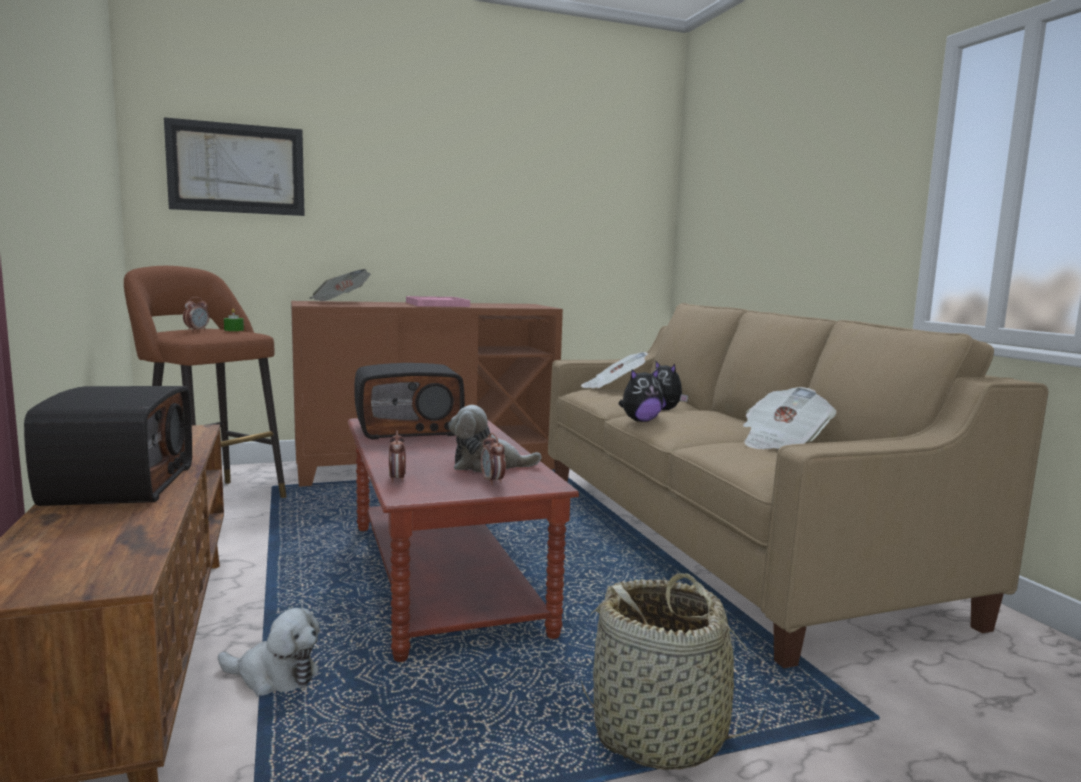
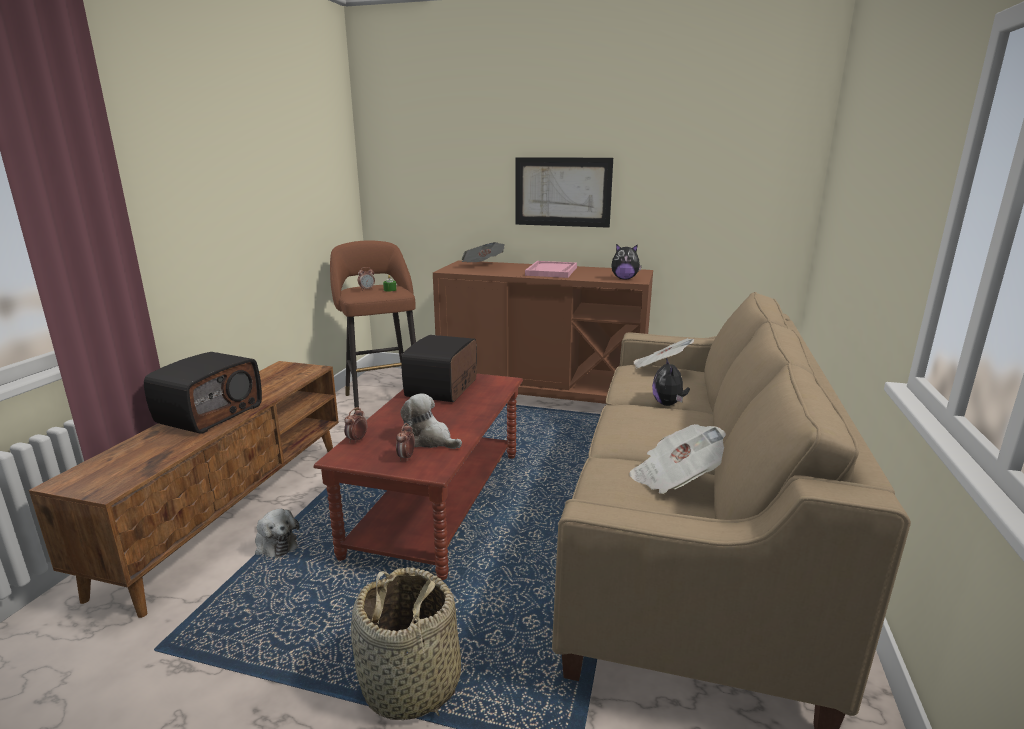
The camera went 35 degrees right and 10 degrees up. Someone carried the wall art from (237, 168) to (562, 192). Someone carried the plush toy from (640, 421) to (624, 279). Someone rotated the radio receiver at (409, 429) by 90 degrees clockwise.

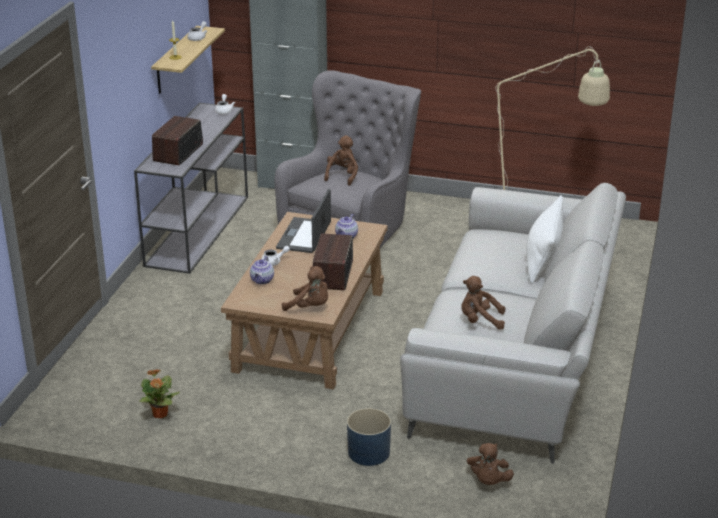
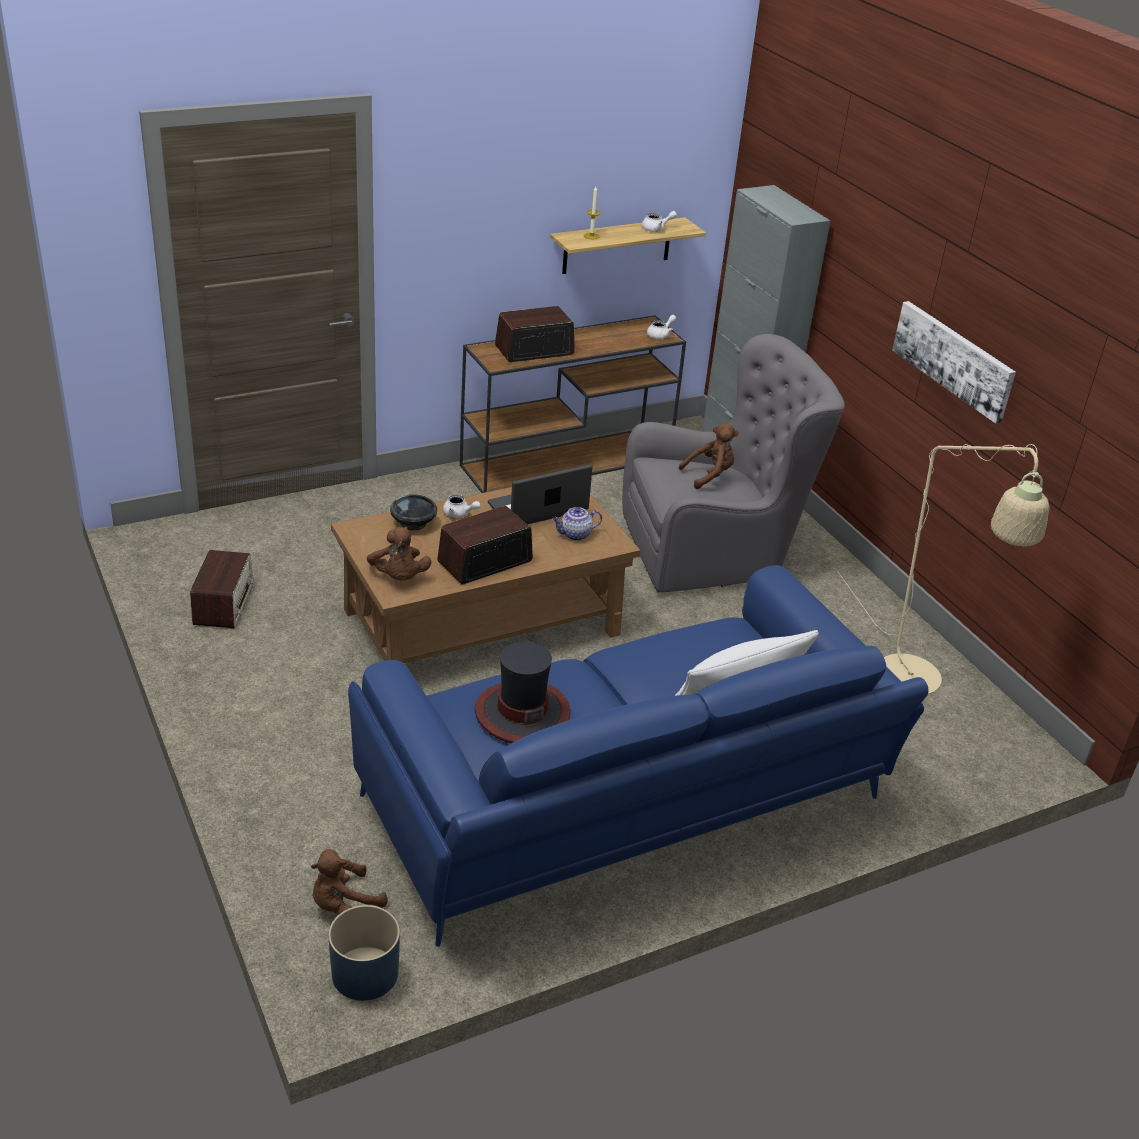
The camera went 45 degrees right and 5 degrees up. Someone put up the wall art at (954, 359). Someone carried the bluish plant pot from (369, 453) to (364, 974). Someone swapped the houseplant at (160, 414) for the radio receiver at (224, 603). Someone swapped the pot for tea at (262, 280) for the black-coloured serving bowl at (413, 523). Someone swapped the brownish plush toy at (480, 321) for the clothing hat at (521, 713). Someone repainted the greyish hall table at (198, 229), which became the brownish hall table at (568, 461). Someone repainted the greyish couch at (517, 355), which became the bluish couch at (626, 803).

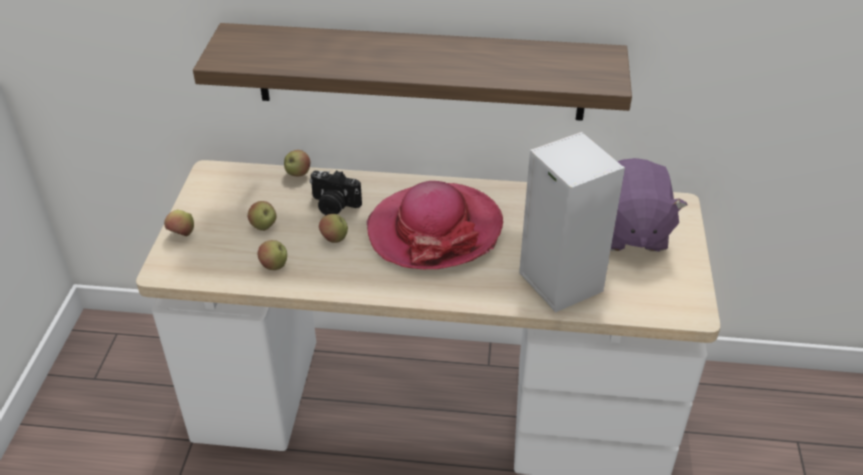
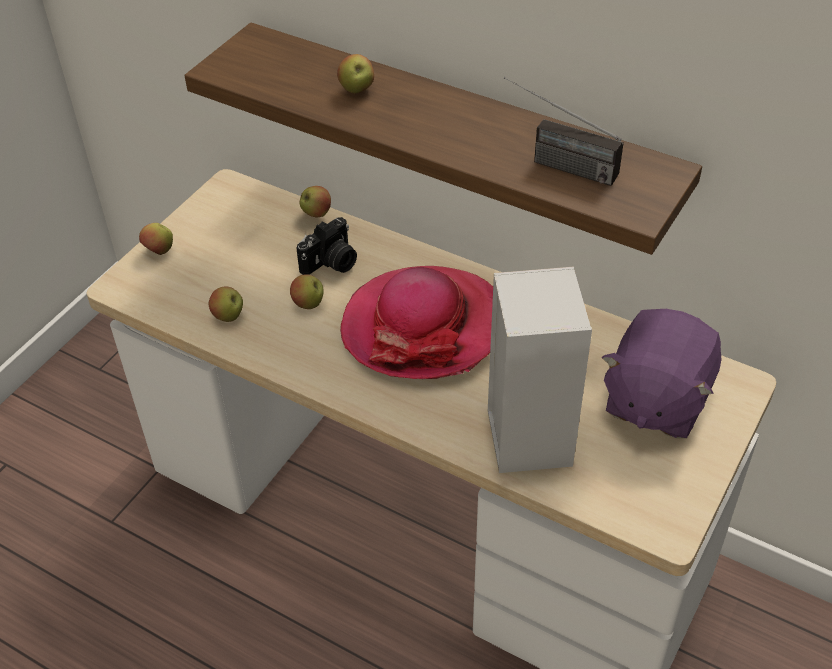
The camera went 25 degrees right and 5 degrees up. Someone put down the radio receiver at (554, 163). Someone carried the apple fruit from (264, 226) to (357, 89). Someone rotated the still camera at (333, 206) by 90 degrees counterclockwise.

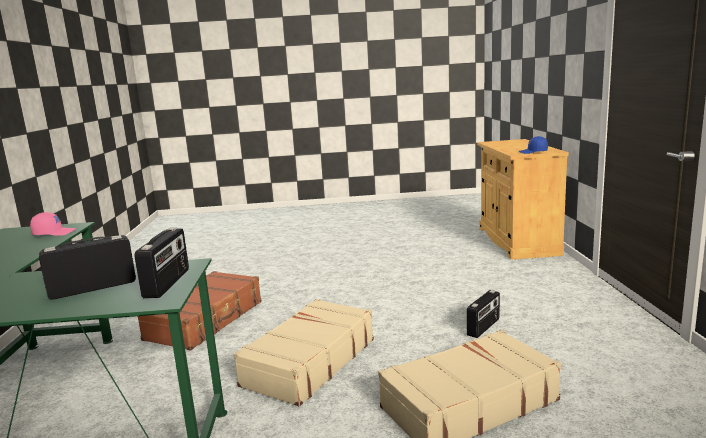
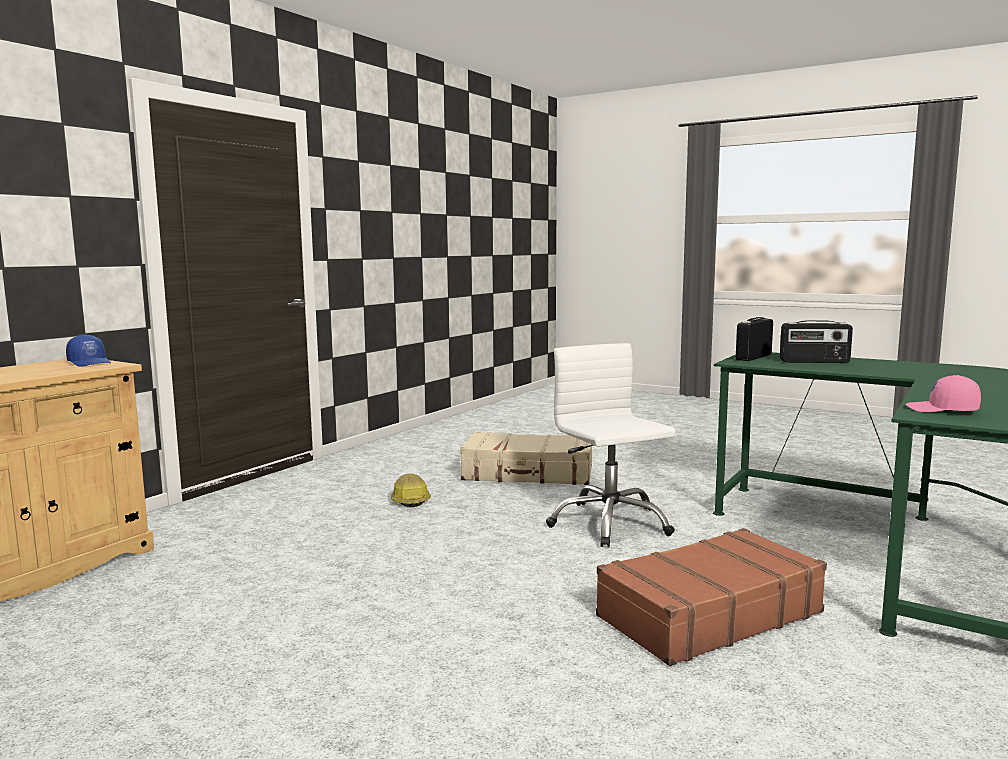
The camera went 145 degrees left and 5 degrees down. Someone swapped the sand-coloured suitcase at (309, 362) for the white-coloured computer chair at (609, 523). Someone swapped the radio receiver at (484, 327) for the safety helmet at (409, 500).

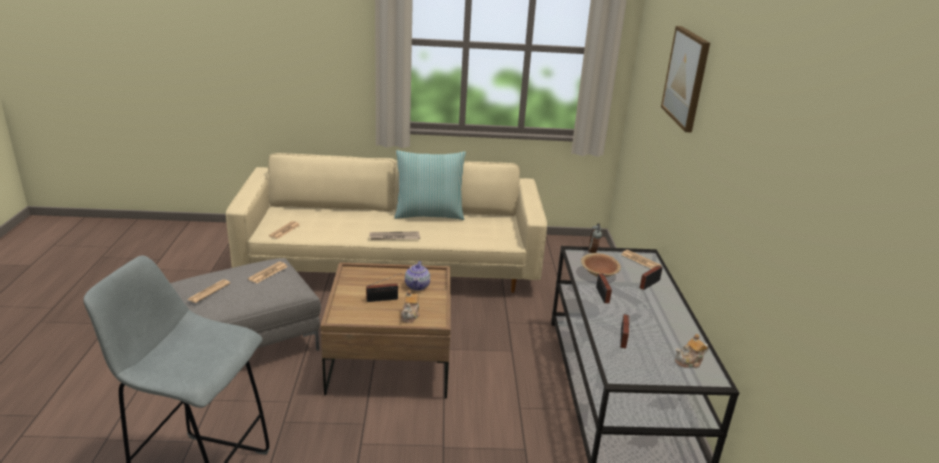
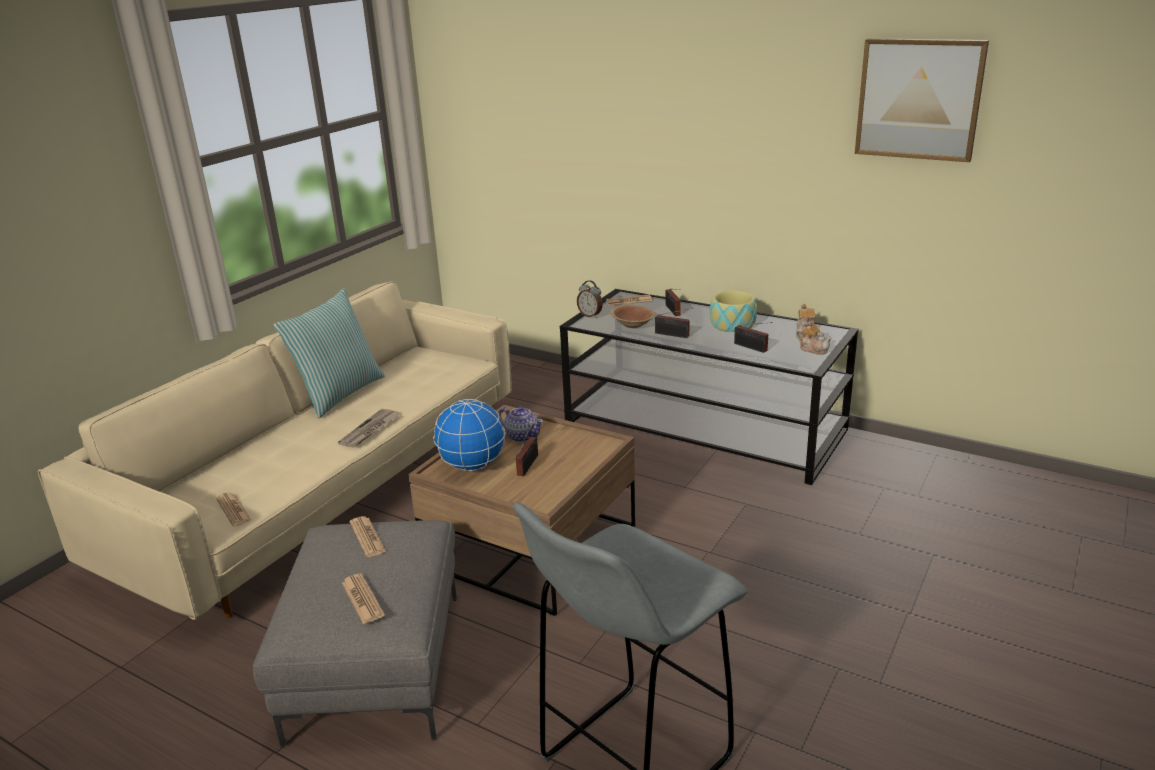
The camera went 55 degrees left and 0 degrees up. Someone put down the globe at (473, 465). Someone put down the serving bowl at (732, 324). Someone carried the pot for tea from (410, 315) to (813, 349). Someone carried the wall art from (686, 77) to (919, 99).

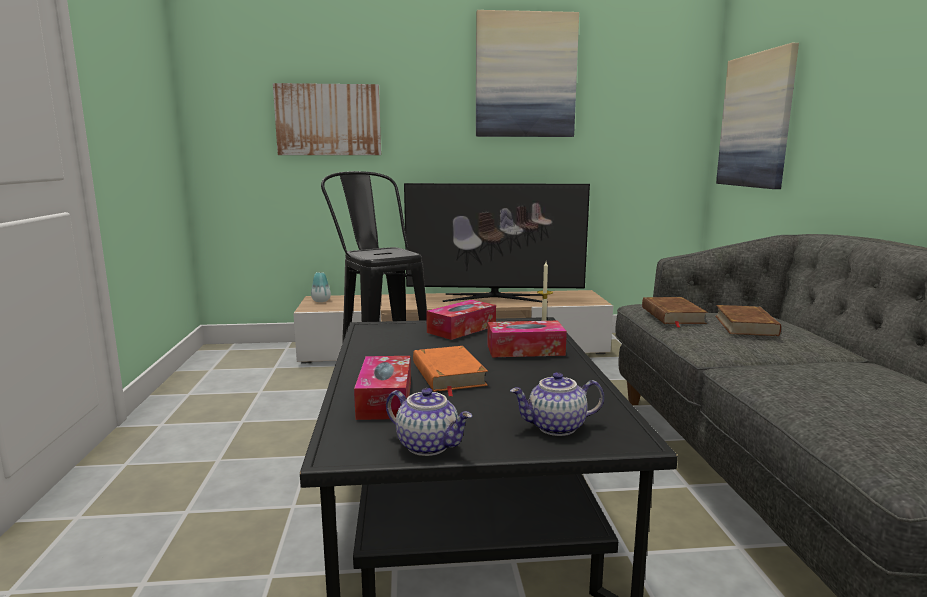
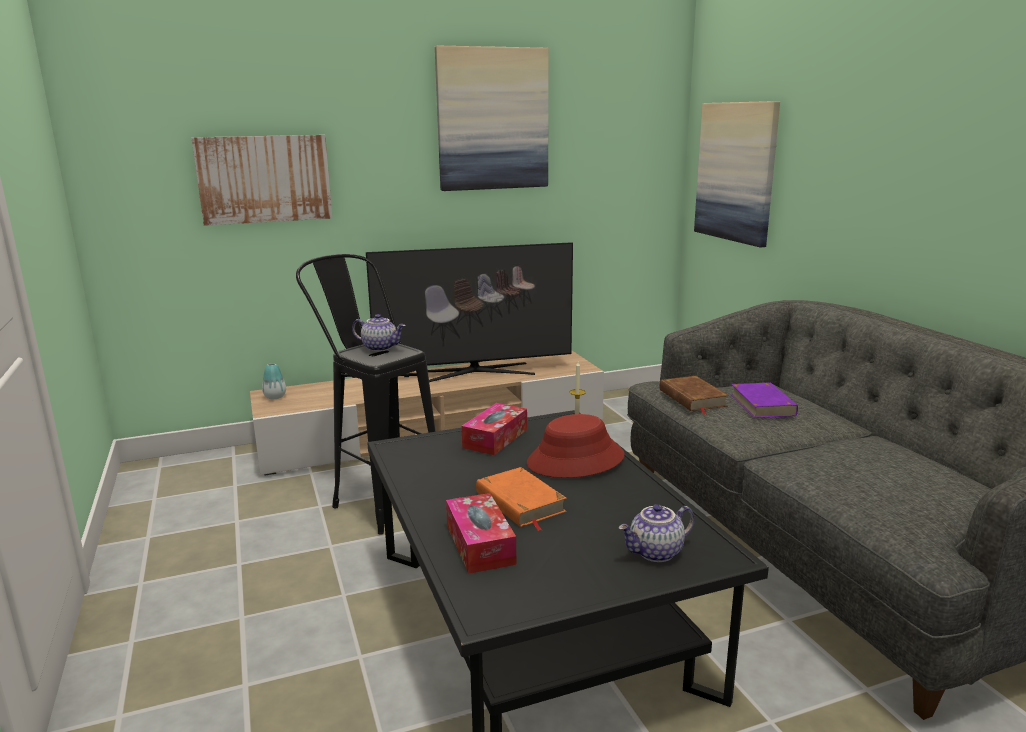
The camera went 15 degrees left and 5 degrees up. Someone carried the pot for tea from (429, 445) to (380, 348). Someone swapped the tissue holder at (525, 350) for the red clothing hat at (575, 460). Someone repainted the brownish book at (746, 325), which became the purple book at (762, 405).

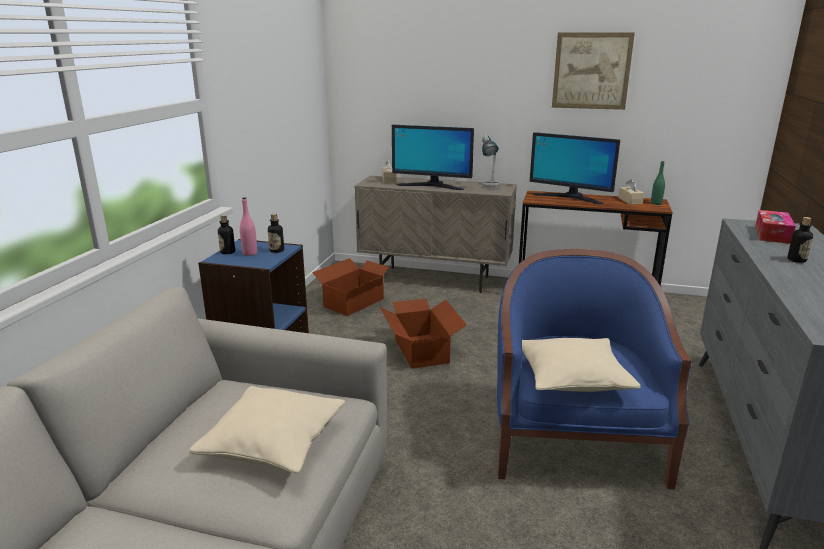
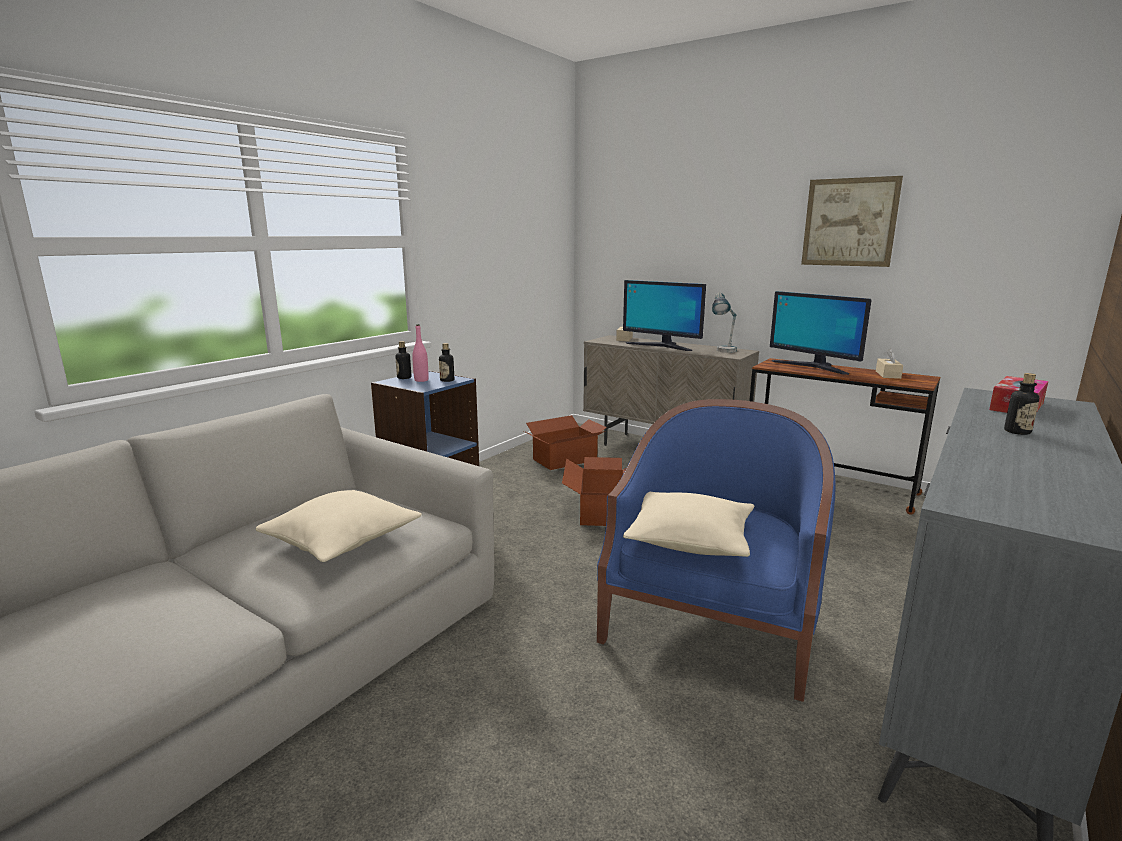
The camera went 20 degrees right and 5 degrees down. Someone took away the green bottle at (656, 203).

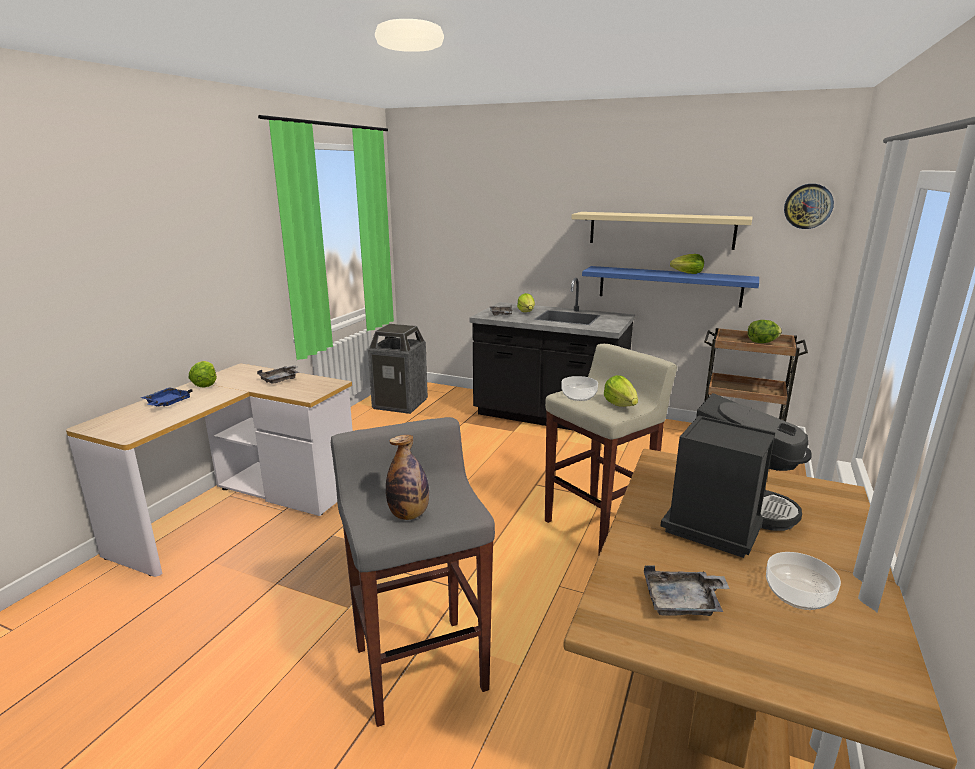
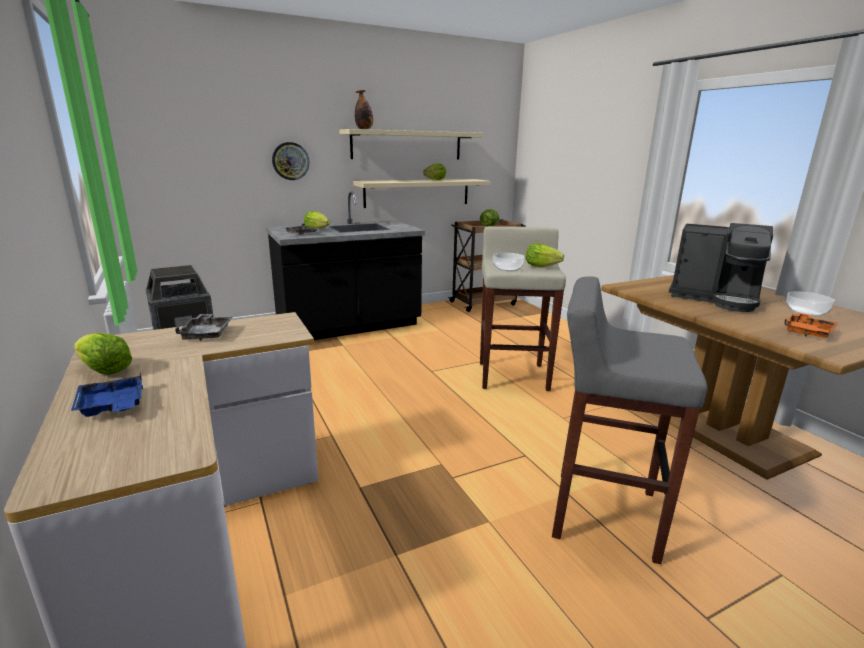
The camera went 50 degrees left and 0 degrees up. Someone carried the bottle from (409, 514) to (364, 129). Someone carried the clock on the wall from (808, 206) to (290, 161). Someone repainted the bluish bracket shelf at (669, 286), which became the sand-coloured bracket shelf at (417, 192). Someone repainted the greyish serving tray at (683, 602), which became the orange-coloured serving tray at (808, 332). Someone rotated the coffee brewer at (725, 518) by 135 degrees clockwise.

